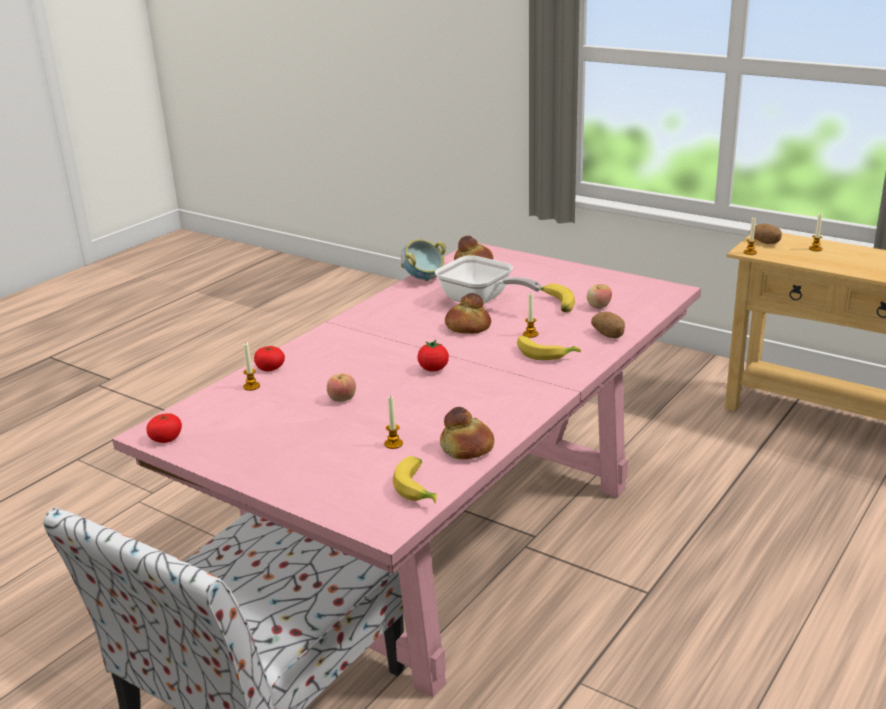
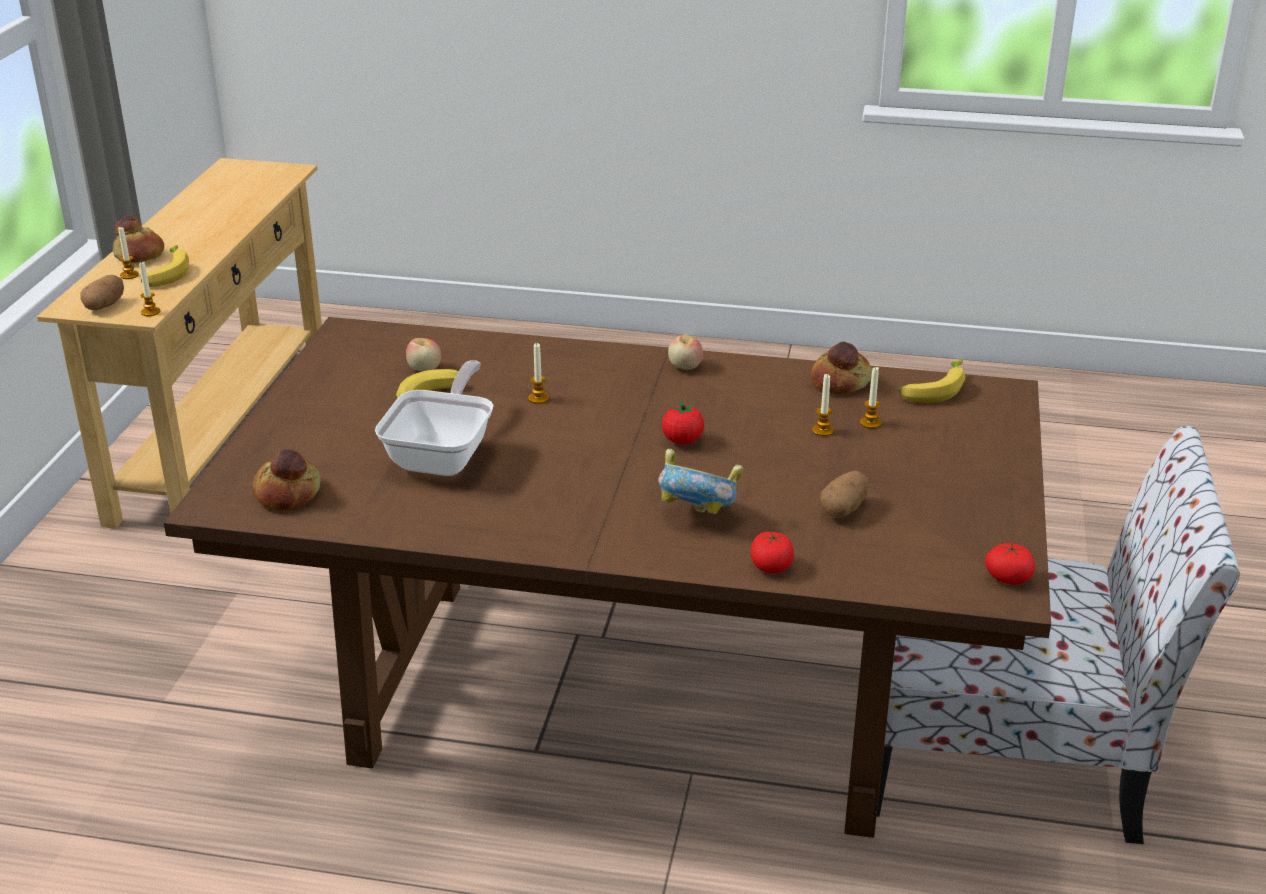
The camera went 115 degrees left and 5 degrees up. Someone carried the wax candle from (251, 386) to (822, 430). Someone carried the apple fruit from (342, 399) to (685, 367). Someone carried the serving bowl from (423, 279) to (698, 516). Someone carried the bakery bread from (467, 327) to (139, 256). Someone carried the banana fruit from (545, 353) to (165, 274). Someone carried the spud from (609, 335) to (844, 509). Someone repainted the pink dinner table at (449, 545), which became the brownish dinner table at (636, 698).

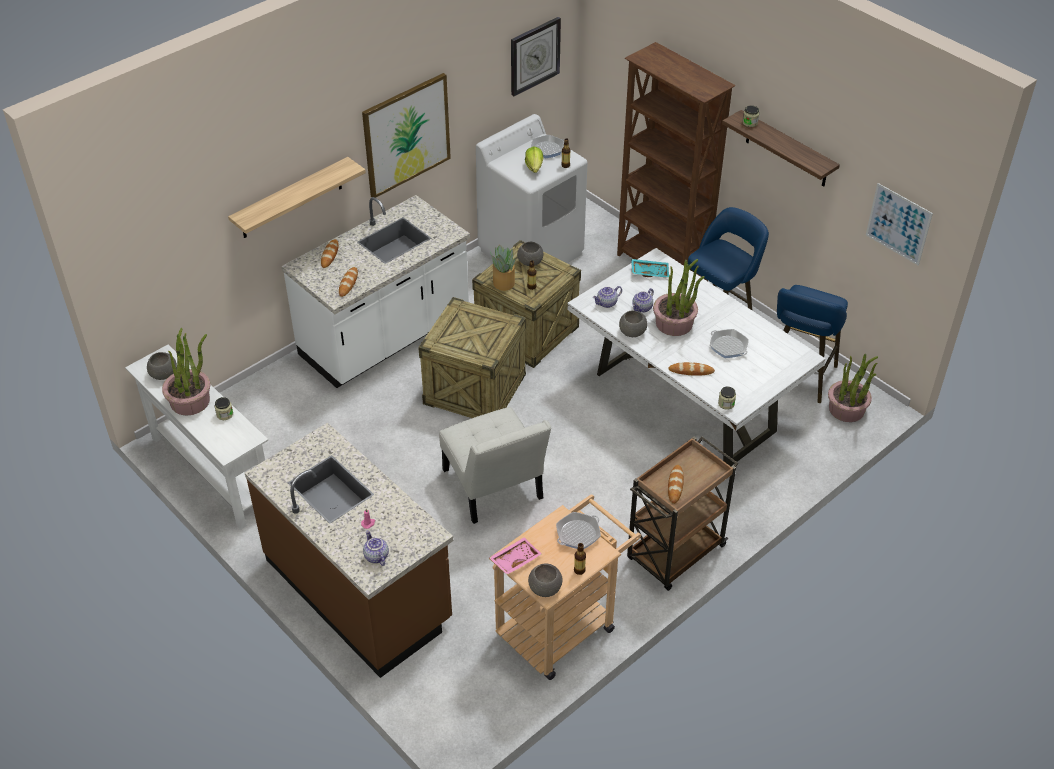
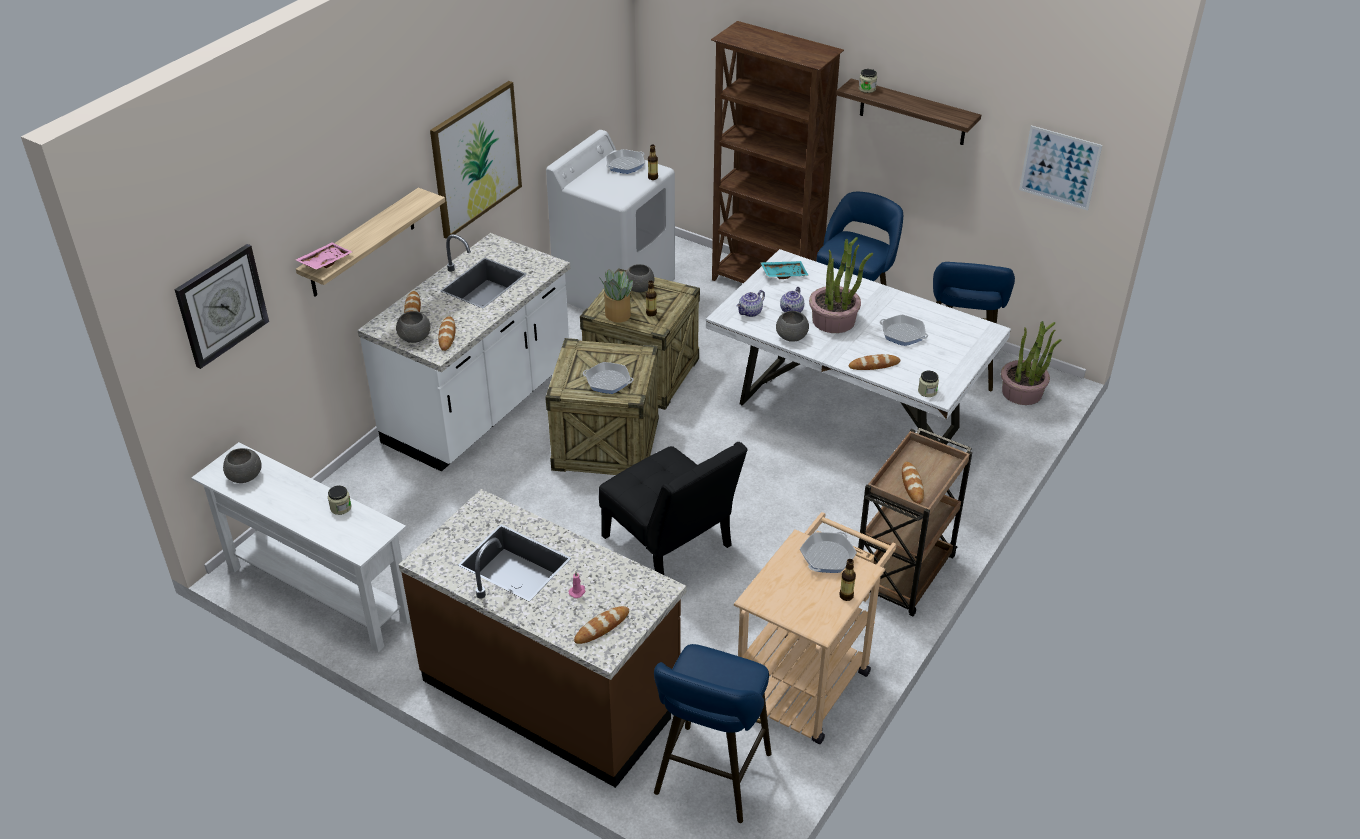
The camera went 15 degrees left and 5 degrees down. Someone took away the houseplant at (190, 401). Someone took away the lettuce at (534, 167). Someone put down the frying pan at (608, 381). Someone put down the bluish sitting stool at (710, 779). Someone carried the pink serving tray from (515, 559) to (324, 262). Someone carried the clock on the wall from (534, 56) to (221, 305). Someone carried the greyish serving bowl from (545, 588) to (415, 338). Someone swapped the pot for tea at (375, 556) for the bakery bread at (602, 627). Someone repainted the white-coloured upright chair at (494, 489), which became the black-coloured upright chair at (670, 546).

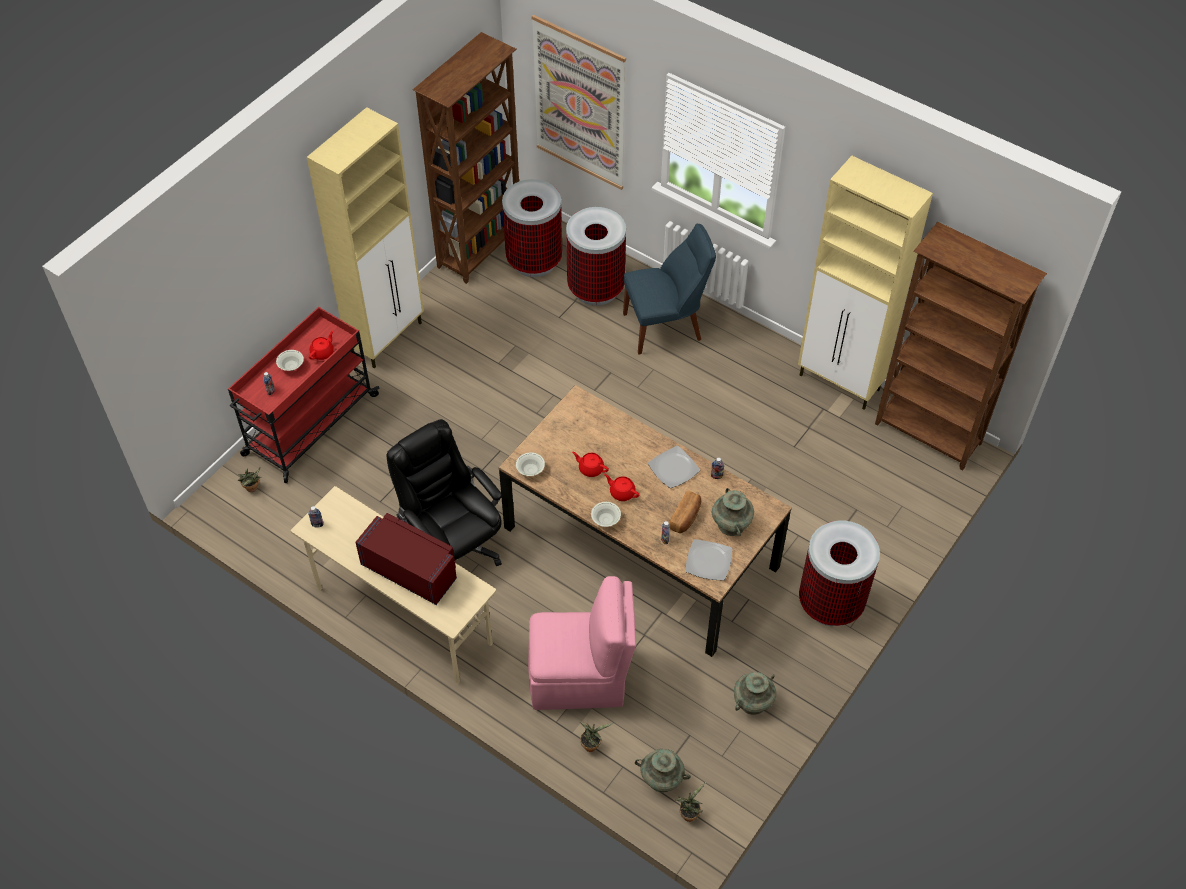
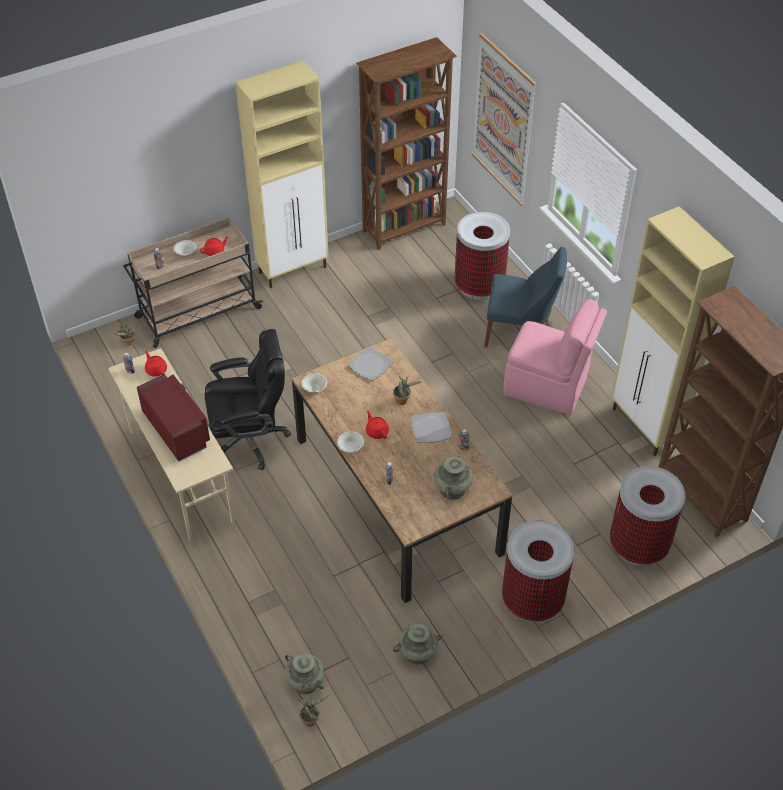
The camera went 25 degrees right and 5 degrees down. Someone took away the bakery bread at (686, 517). Someone carried the rubbish bin from (534, 260) to (638, 545). Someone carried the pink upright chair from (580, 678) to (547, 387). Someone carried the red pot for tea from (590, 468) to (156, 370). Someone carried the houseplant from (592, 744) to (403, 400). Someone carried the flat dish from (708, 561) to (370, 365). Someone repainted the red cart at (309, 426), which became the sand-coloured cart at (197, 313). Someone rotated the black-coloured computer chair at (453, 546) by 90 degrees clockwise.

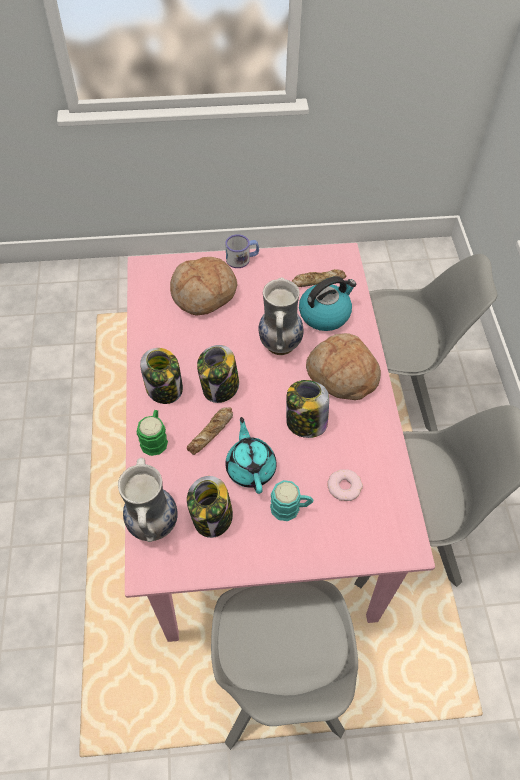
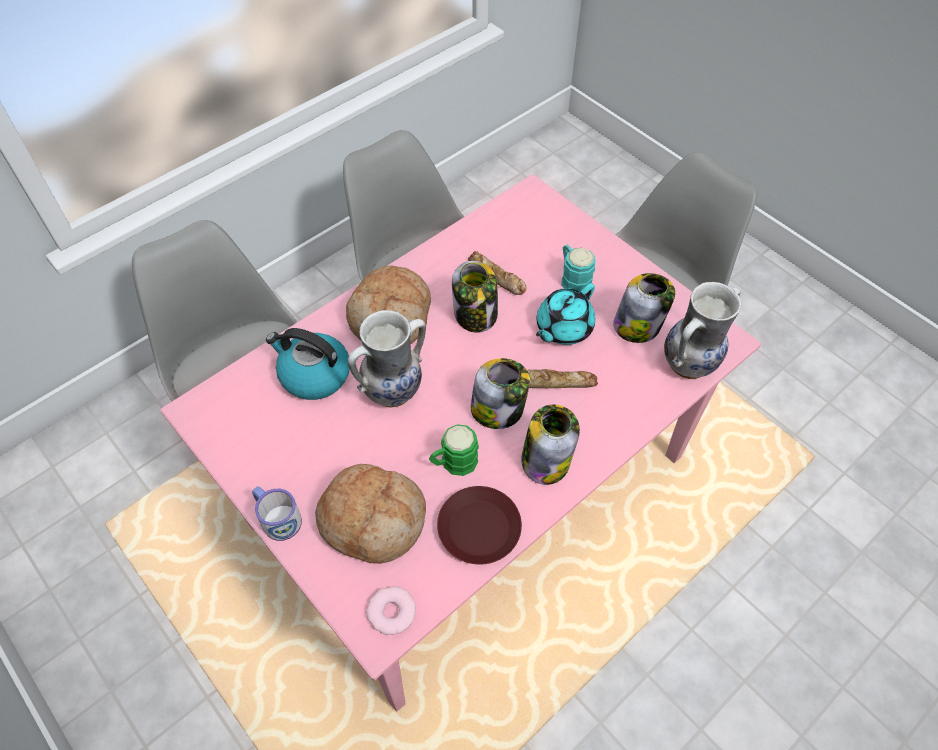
The camera went 125 degrees left and 0 degrees up. Someone put down the brownish flat dish at (479, 528). Someone carried the green tea mug from (155, 438) to (453, 462). Someone carried the bakery bread from (318, 280) to (496, 277). Someone carried the donut from (344, 487) to (391, 612).

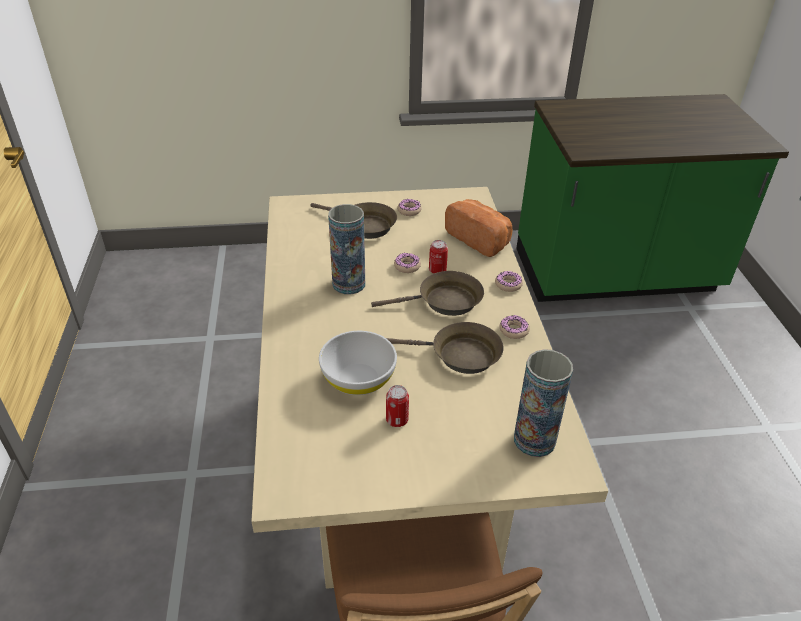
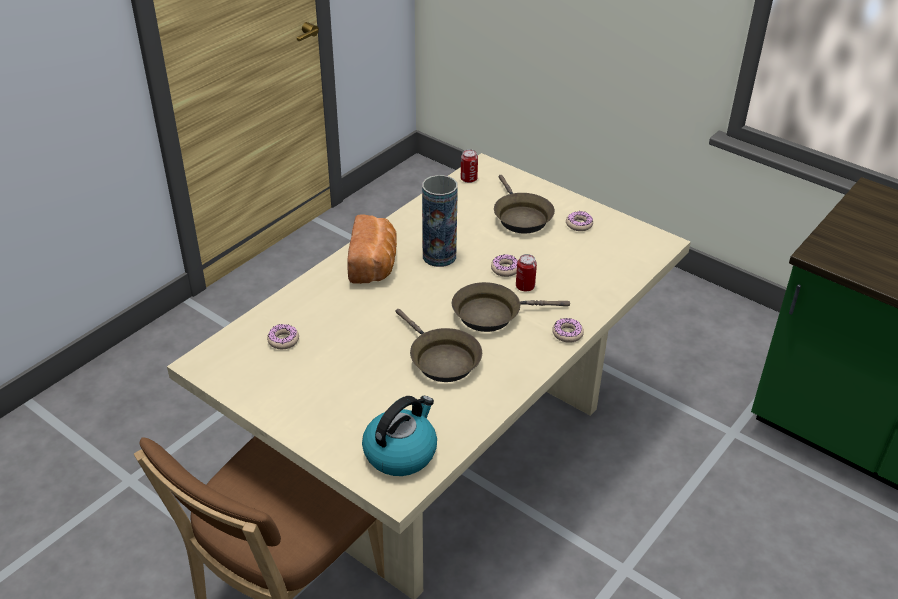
The camera went 45 degrees right and 0 degrees up. Someone took away the white-coloured serving bowl at (358, 379). Someone carried the can from (397, 420) to (468, 179). Someone carried the bakery bread from (480, 239) to (374, 265). Someone carried the donut from (514, 330) to (283, 340). Someone swapped the flower vase at (534, 440) for the water kettle at (400, 452). Someone rotated the brownish frying pan at (444, 301) by 135 degrees clockwise.

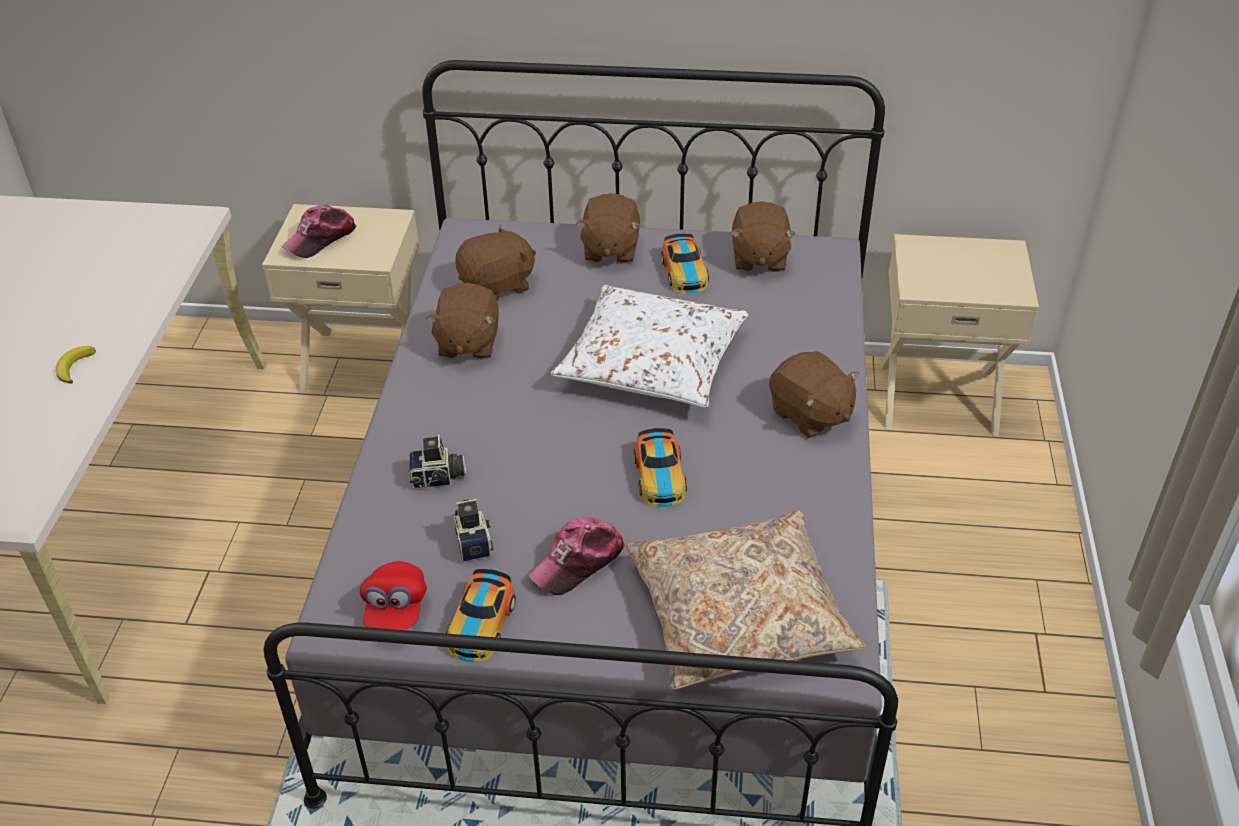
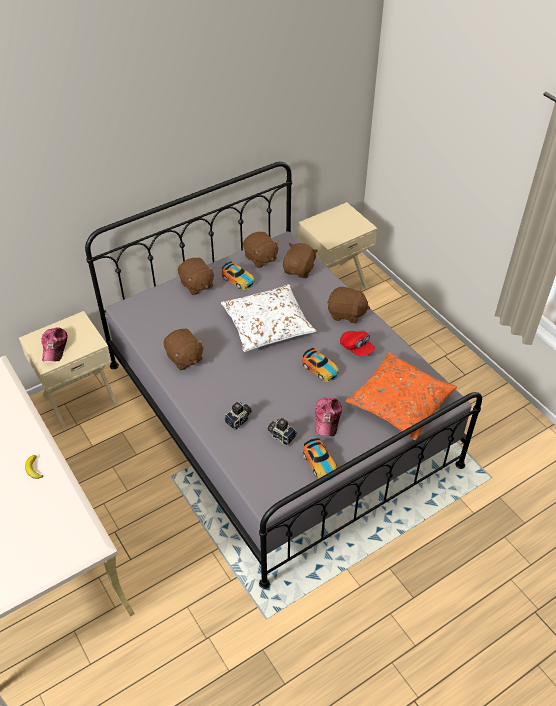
The camera went 40 degrees left and 5 degrees up. Someone carried the red baseball cap from (396, 609) to (356, 348). Someone carried the brownish plush toy from (498, 286) to (299, 270). Someone repainted the sand-coloured pillow at (739, 613), which became the orange-coloured pillow at (400, 402).

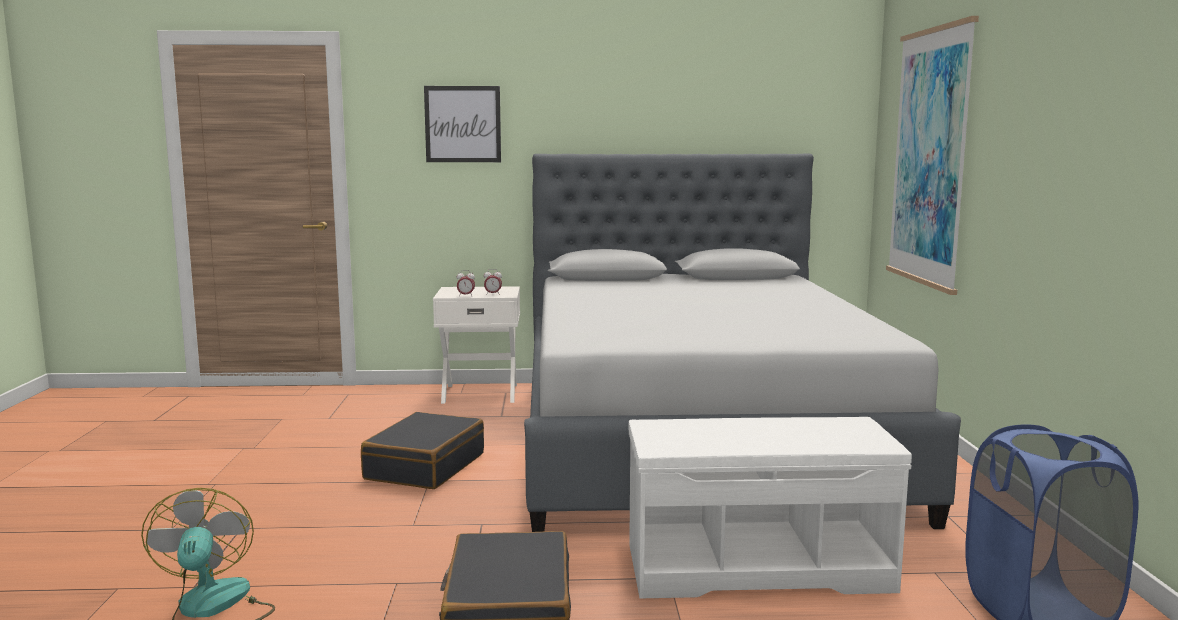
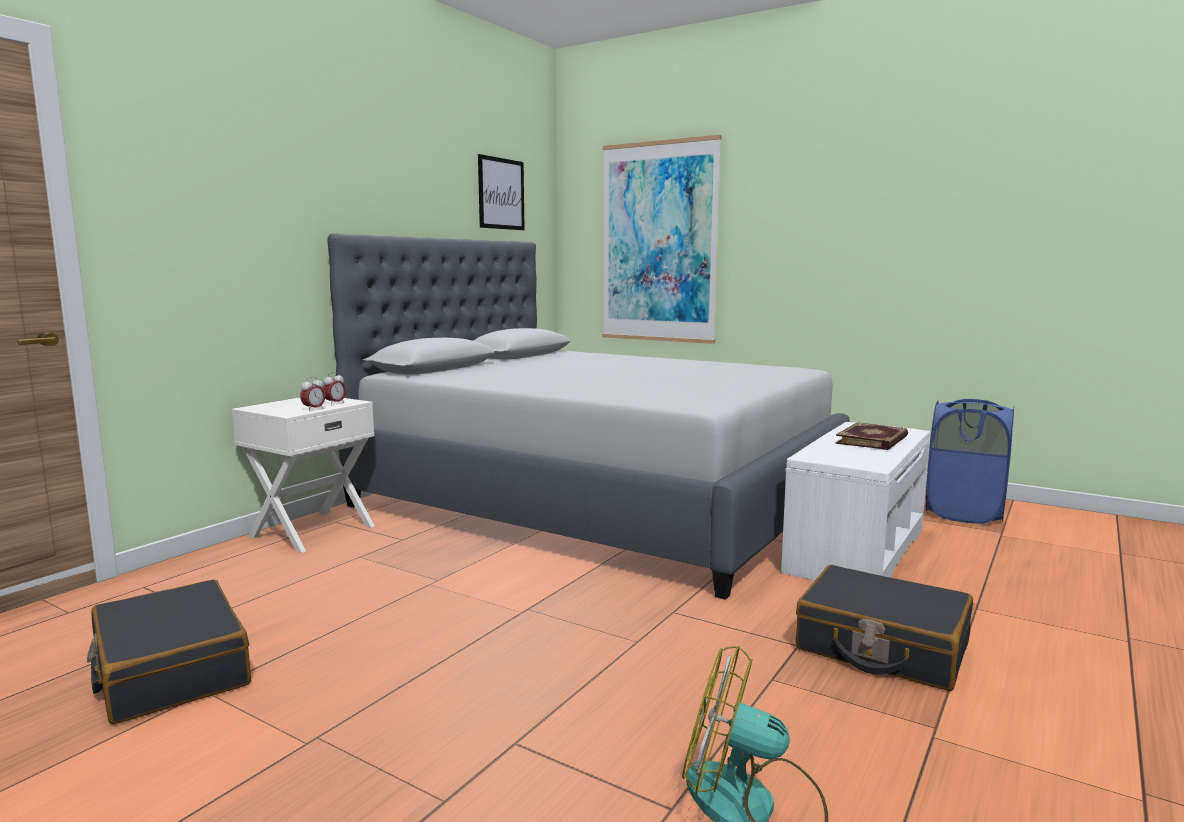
The camera went 55 degrees left and 0 degrees up. Someone put down the book at (873, 440). Someone carried the black-coloured suitcase from (424, 466) to (170, 670). Someone carried the wall art from (463, 124) to (501, 194).

